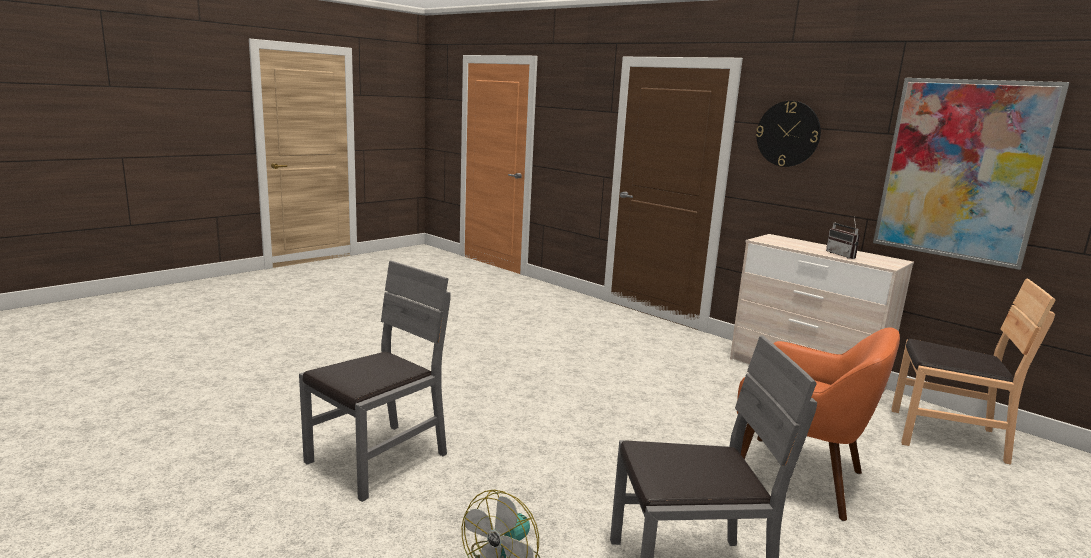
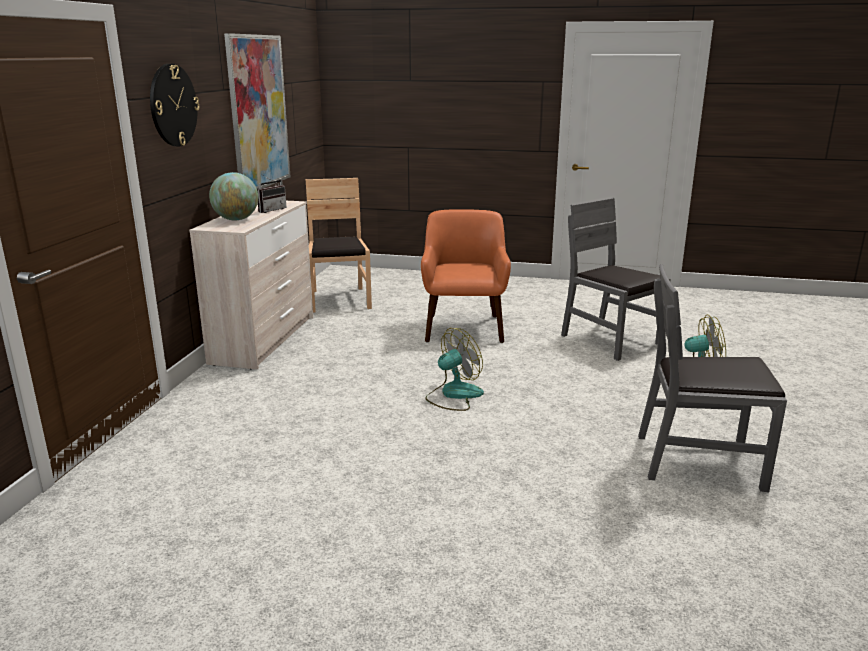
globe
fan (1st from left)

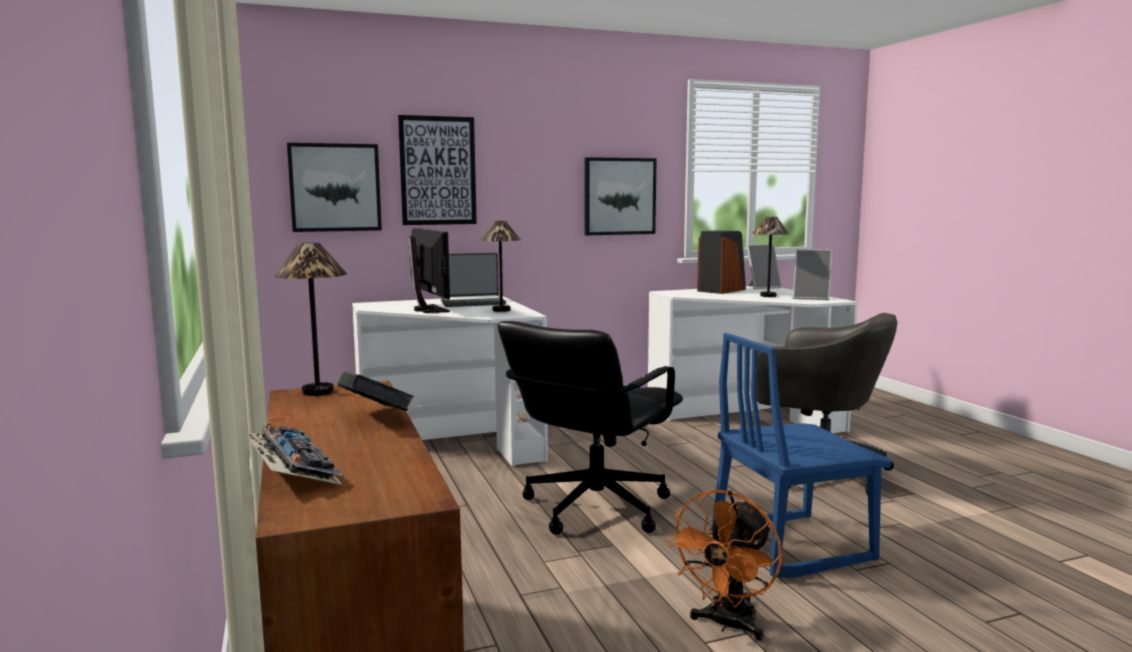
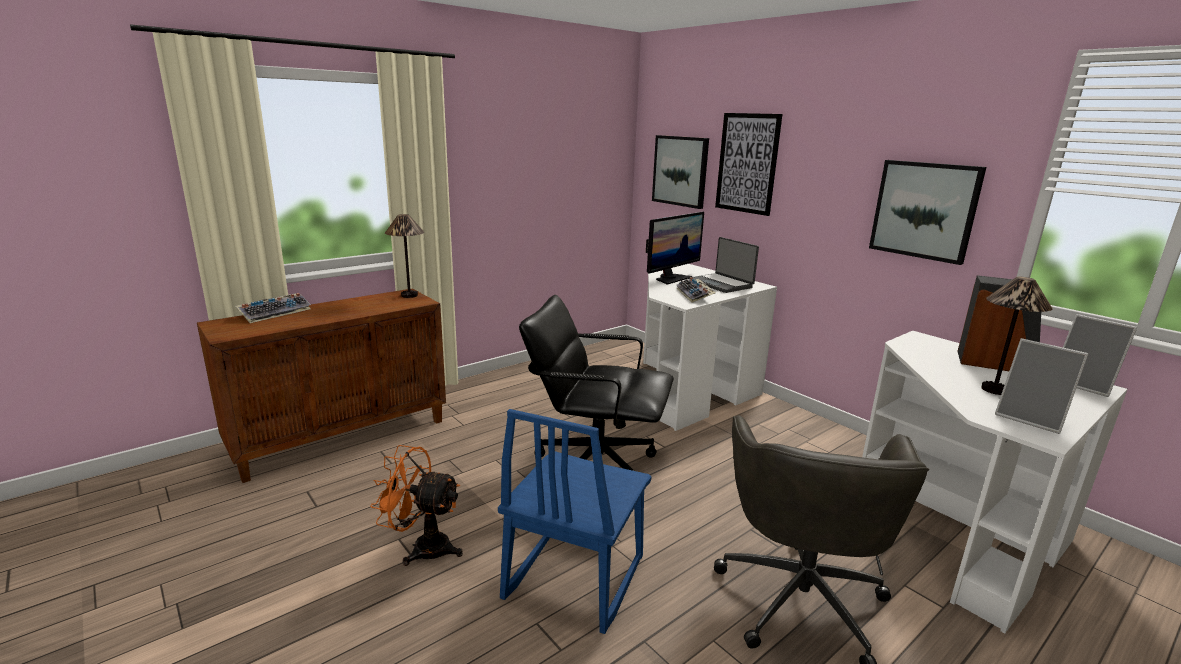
keyboard (2nd from left)
picture frame (1st from left)
chair (blue)
book

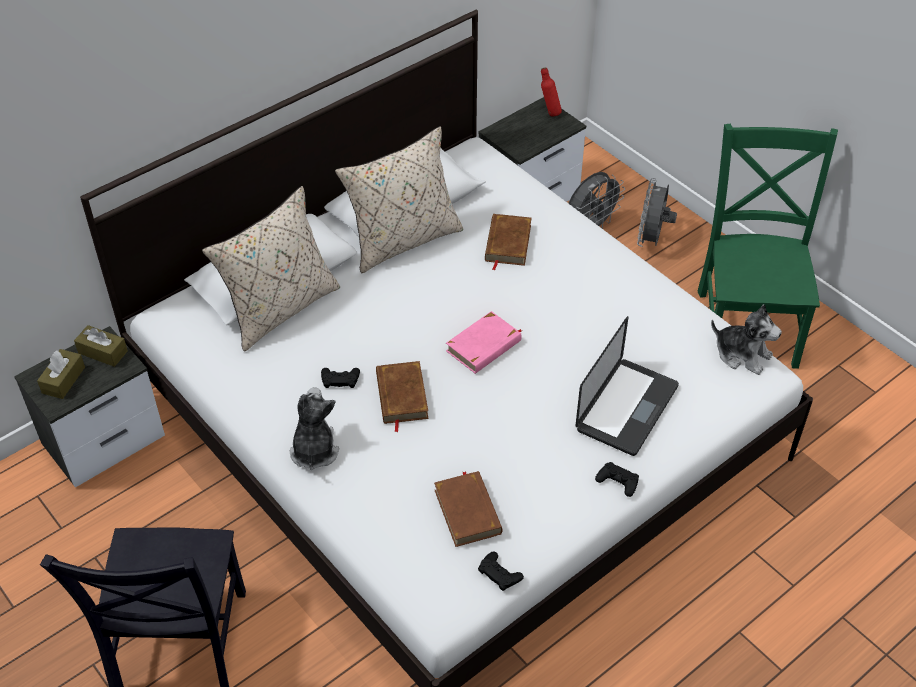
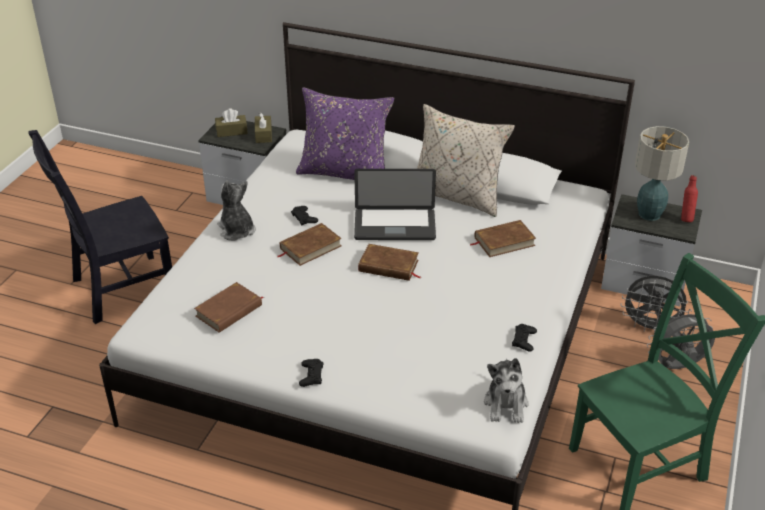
pillow (purple)
book (brown) (3rd from left)
laptop
plush toy (1st from left)
game controller (black) (3rd from left)
table lamp

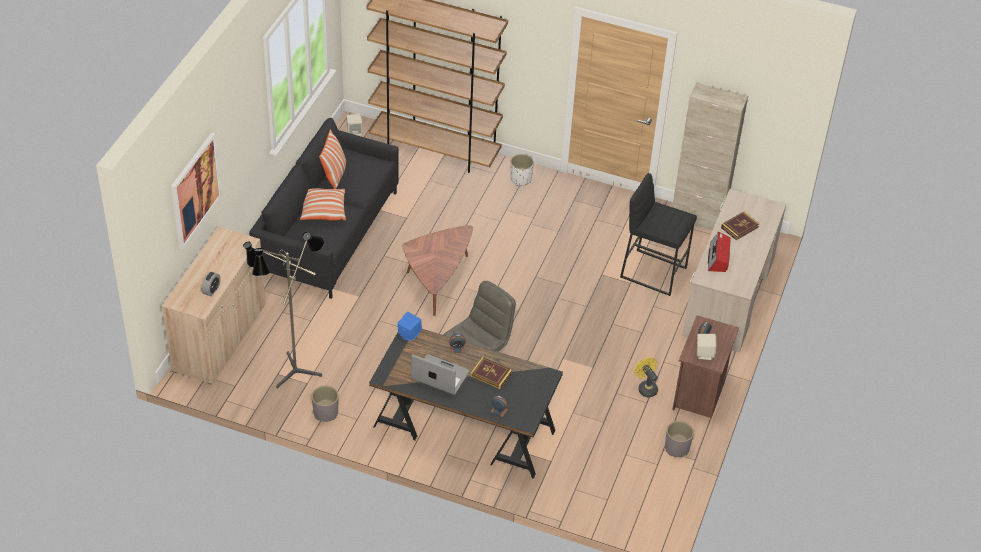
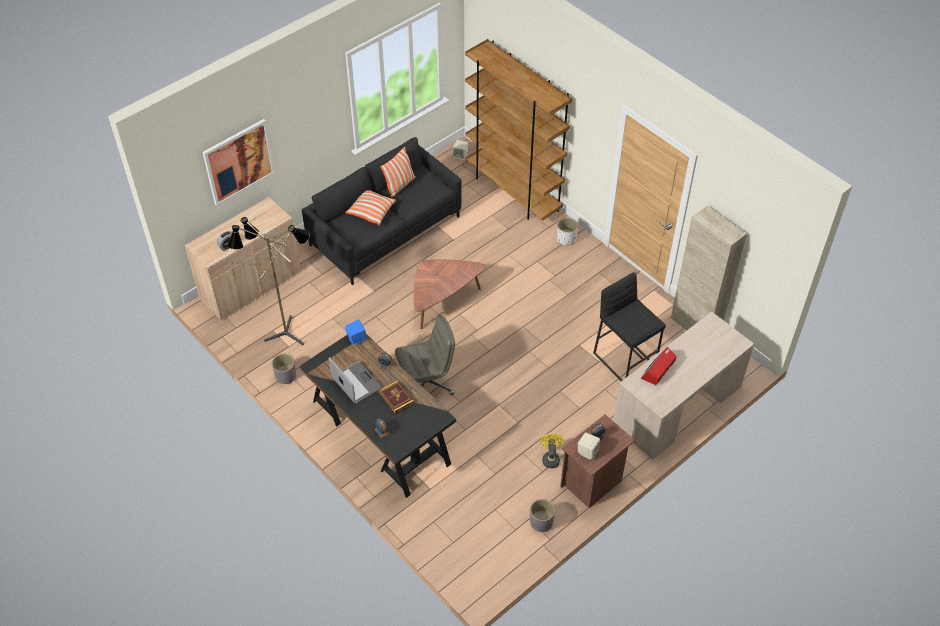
book (2nd from left in the first image)

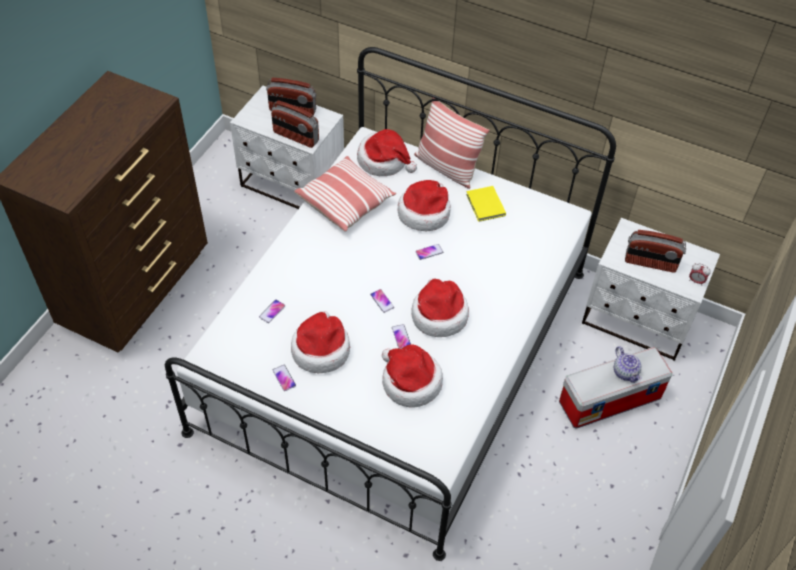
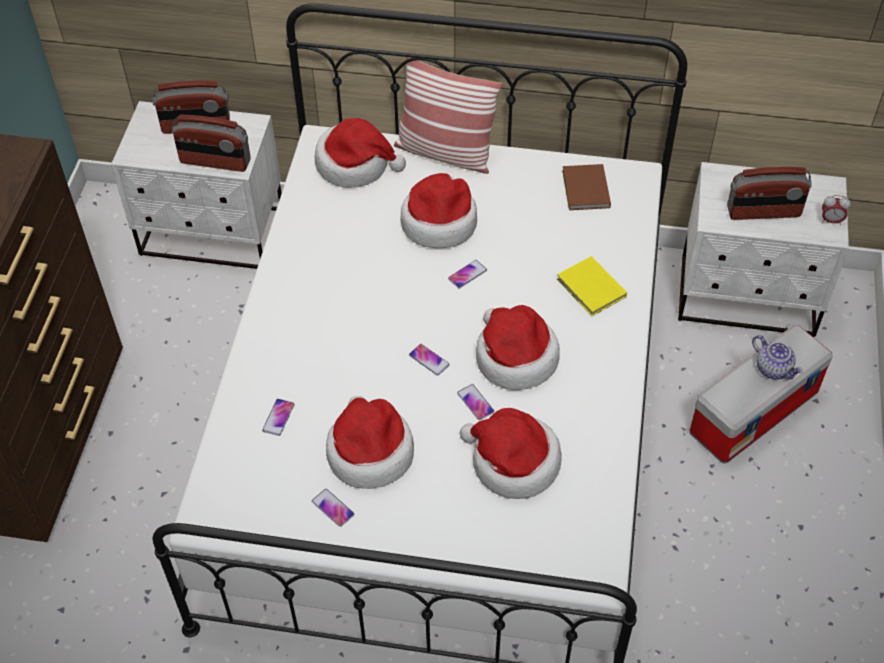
pillow (1st from left in the first image)
book (yellow)
book (brown)

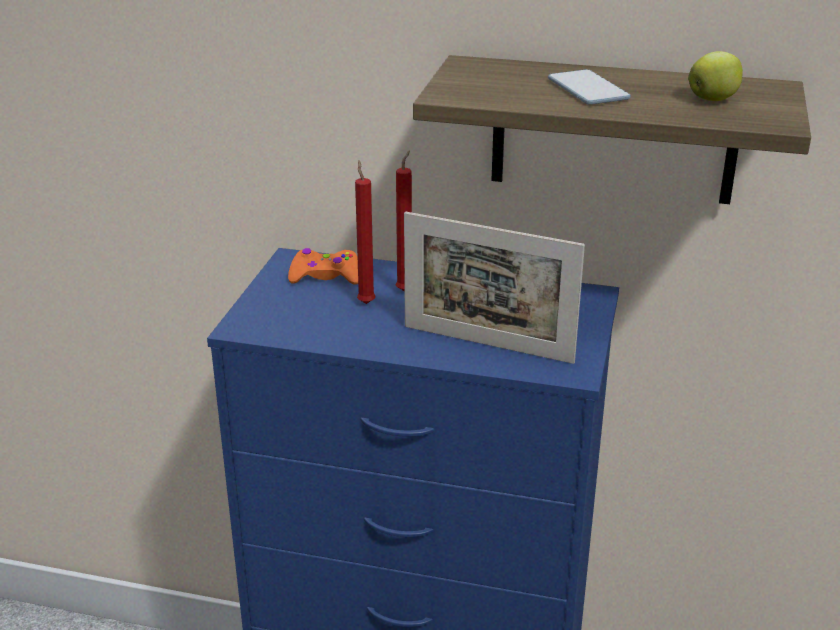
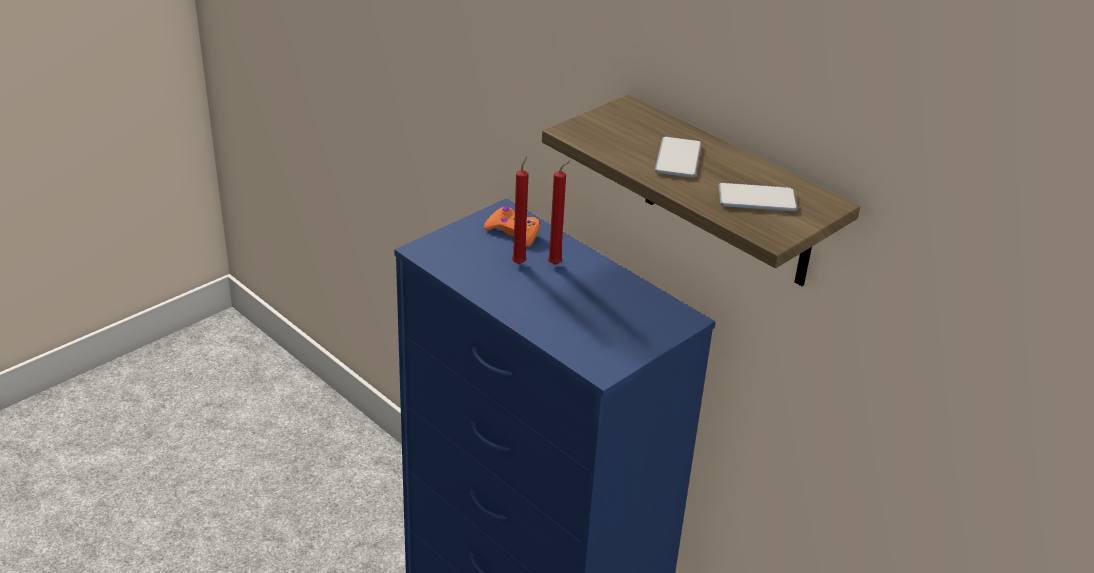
phone (2nd from left)
picture frame

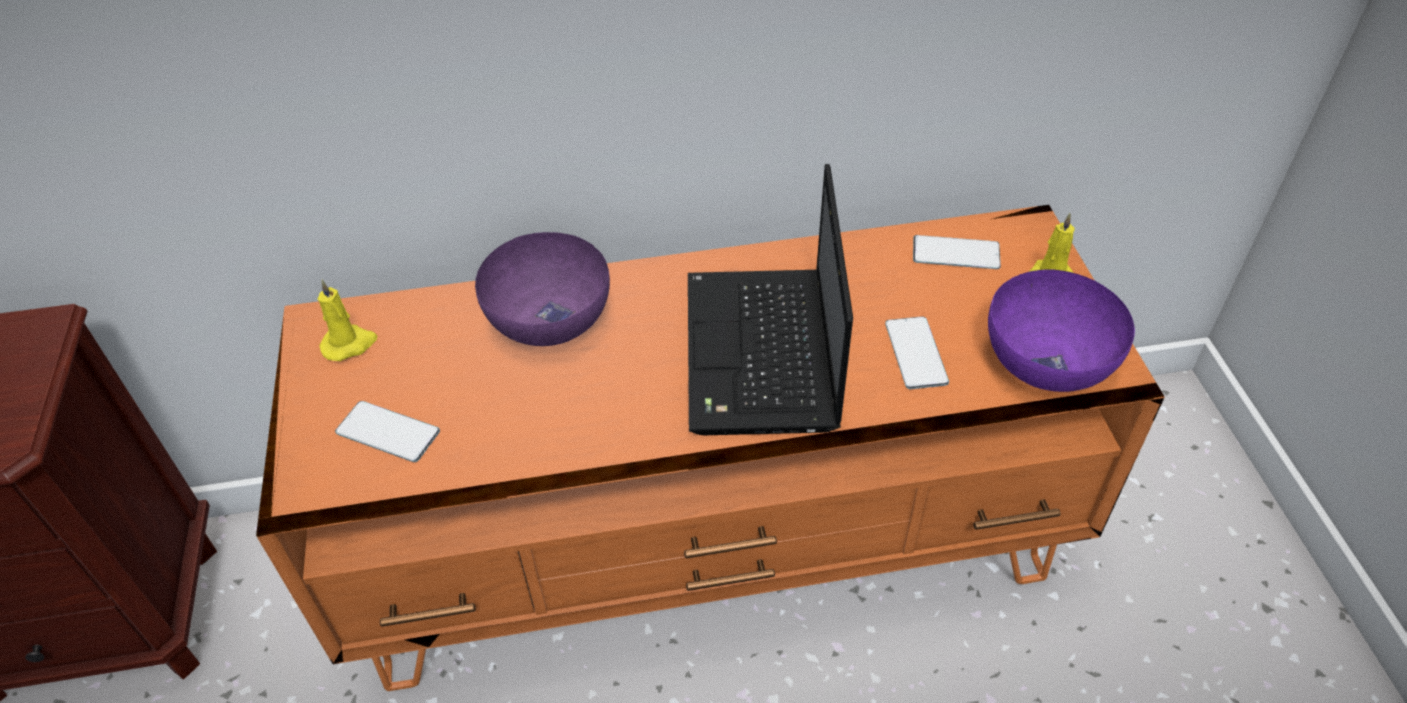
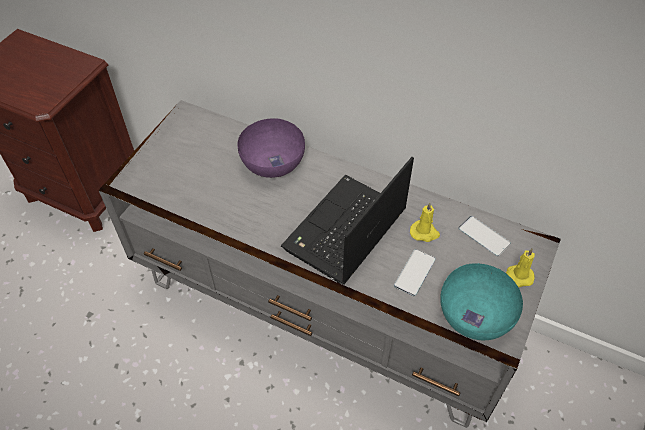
tv stand (grey)
bowl (turquoise)
candle (yellow) (1st from left)
phone (1st from left in the first image)

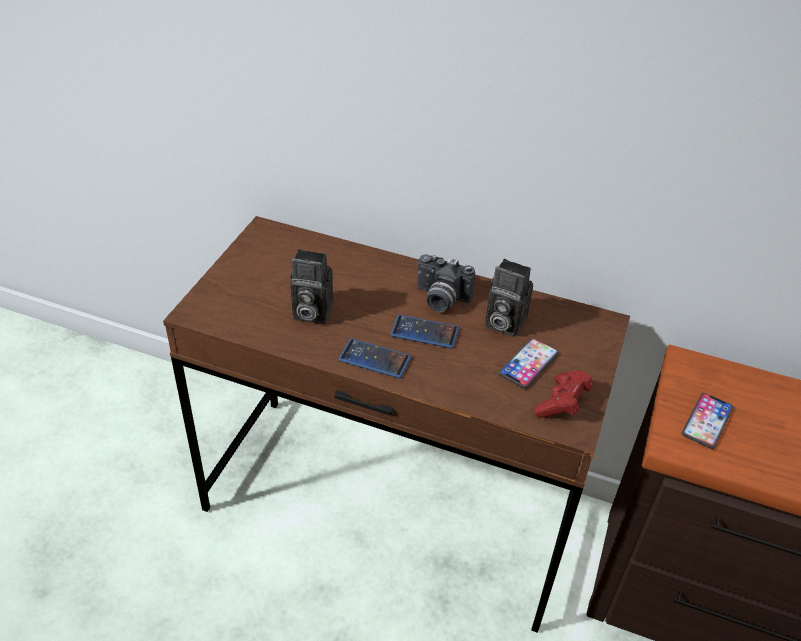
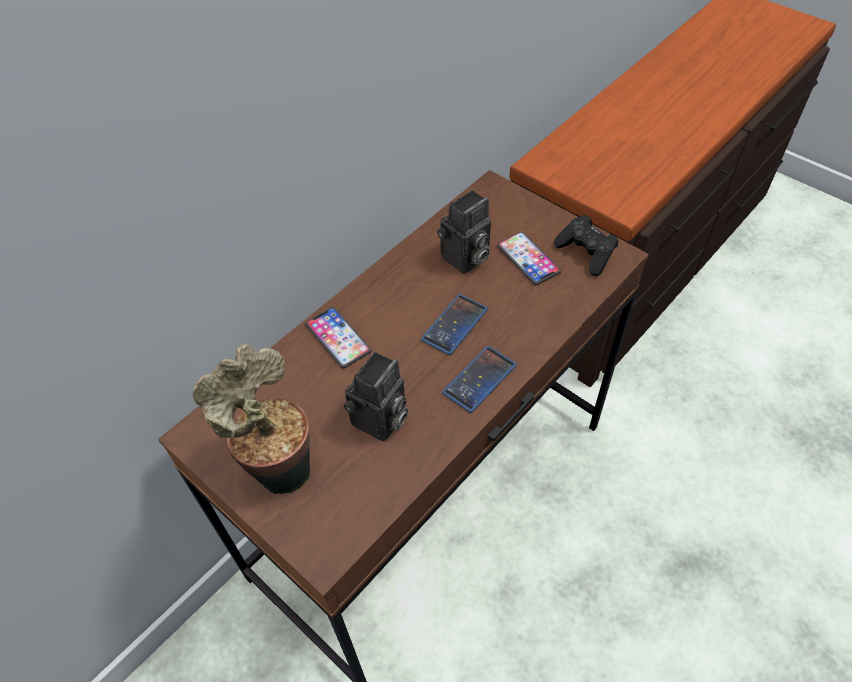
photo camera (2nd from left in the first image)
game controller (black)
phone (1st from left)
potted plant

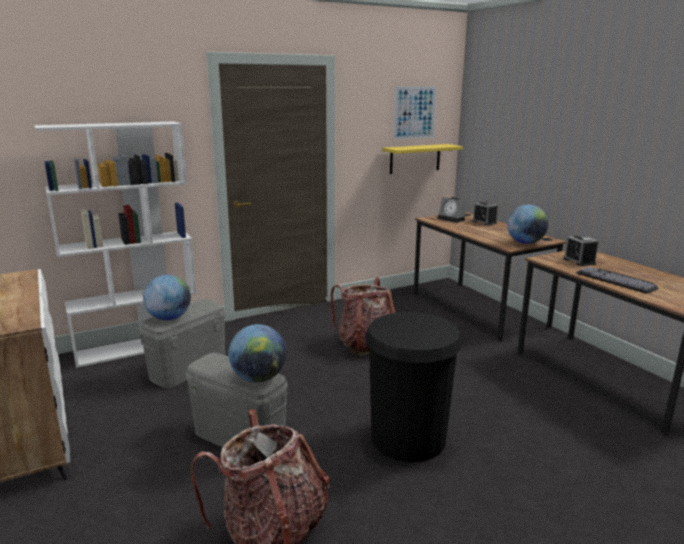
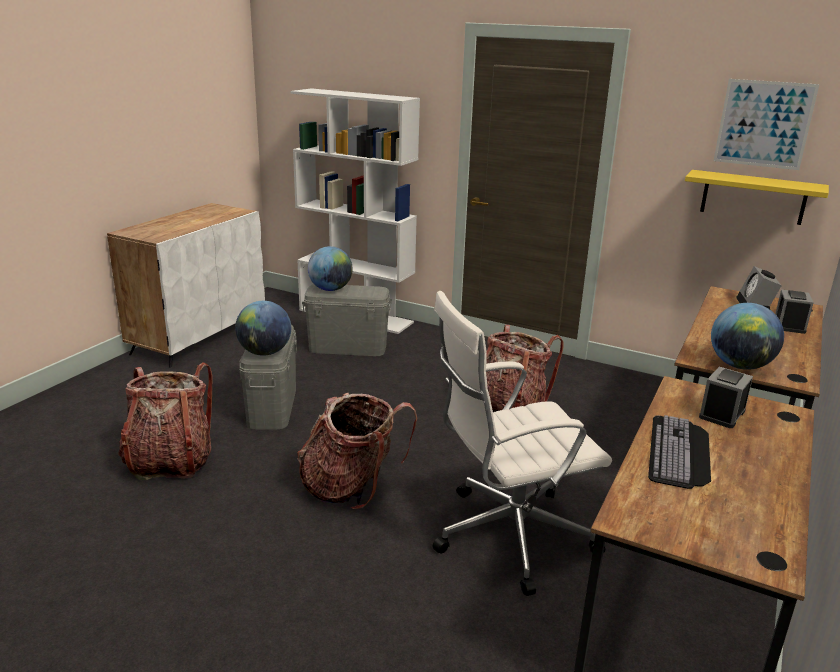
backpack (2nd from left)
office chair (white)

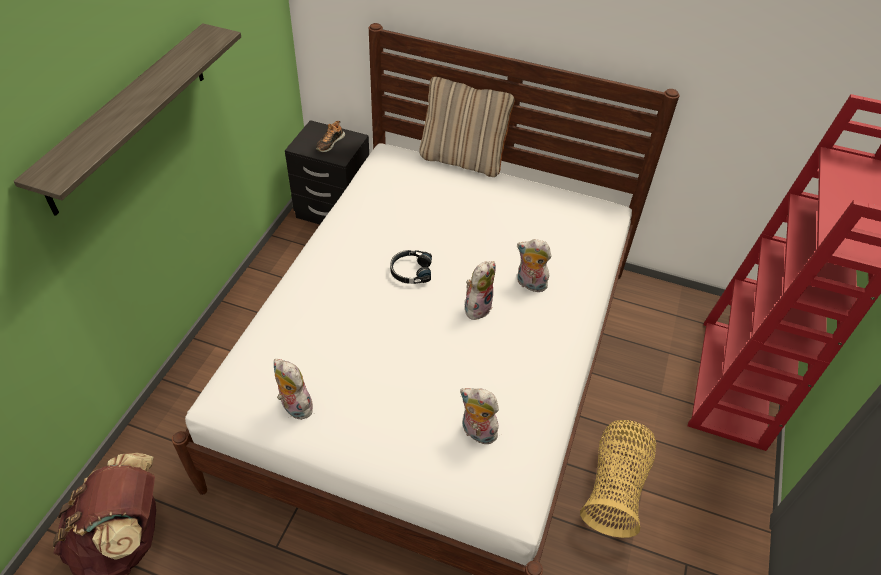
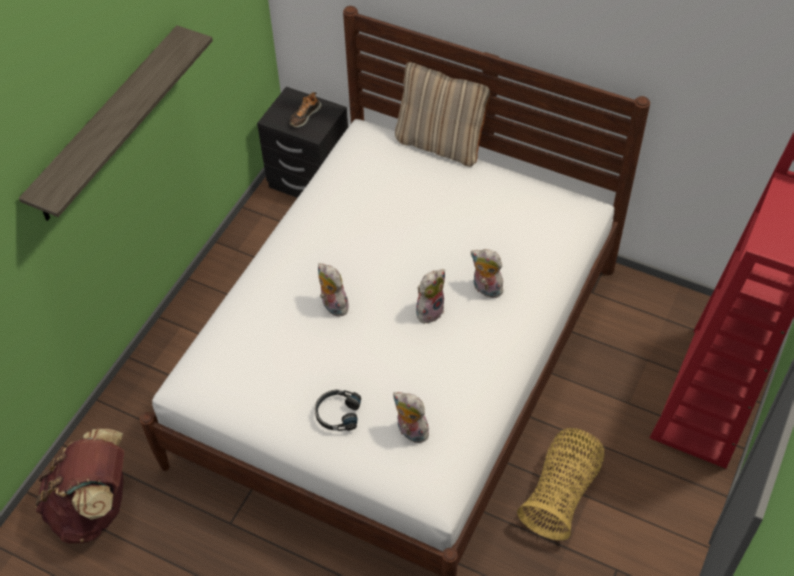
headphones (black)
plush toy (1st from left)

